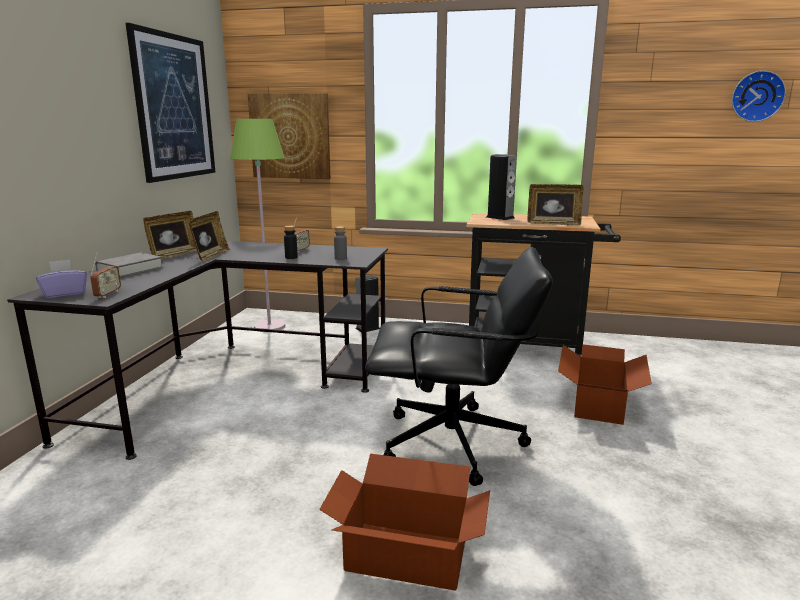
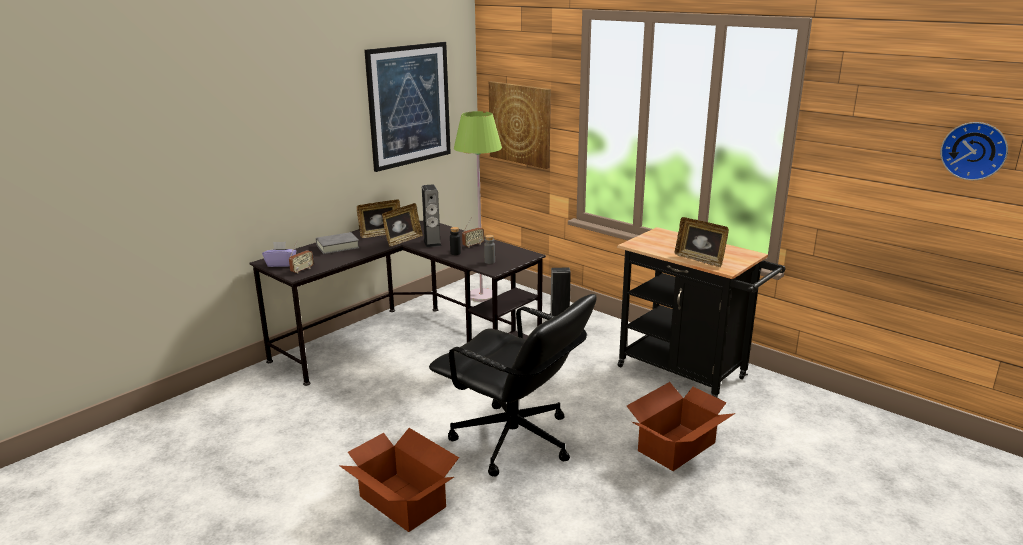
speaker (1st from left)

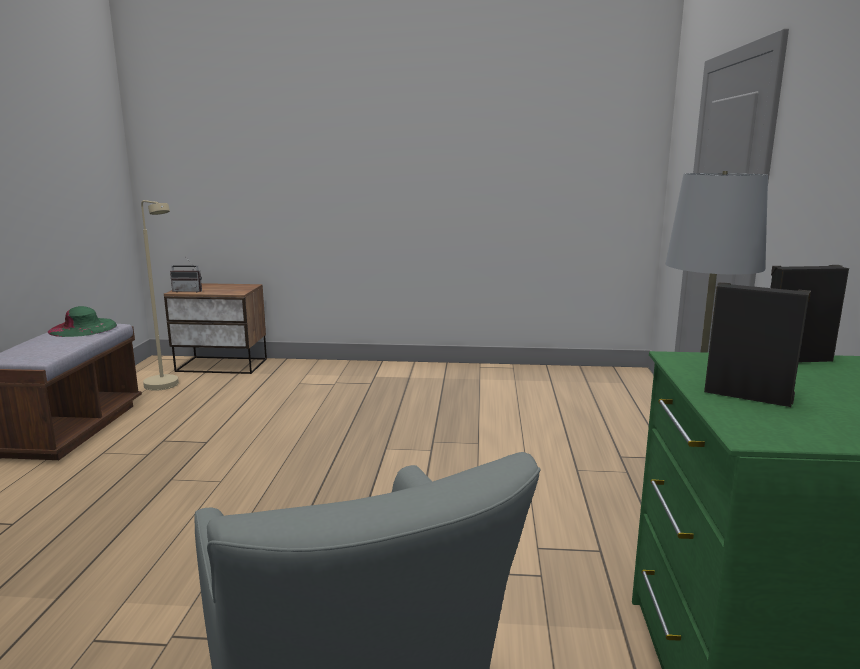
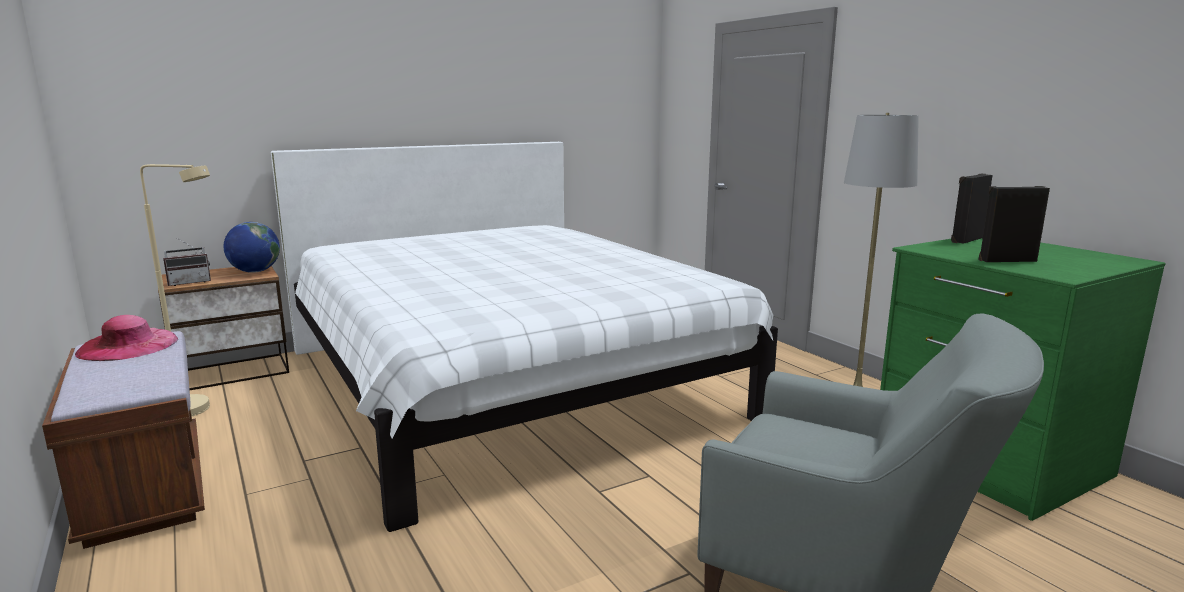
hat (pink)
bed (white)
globe

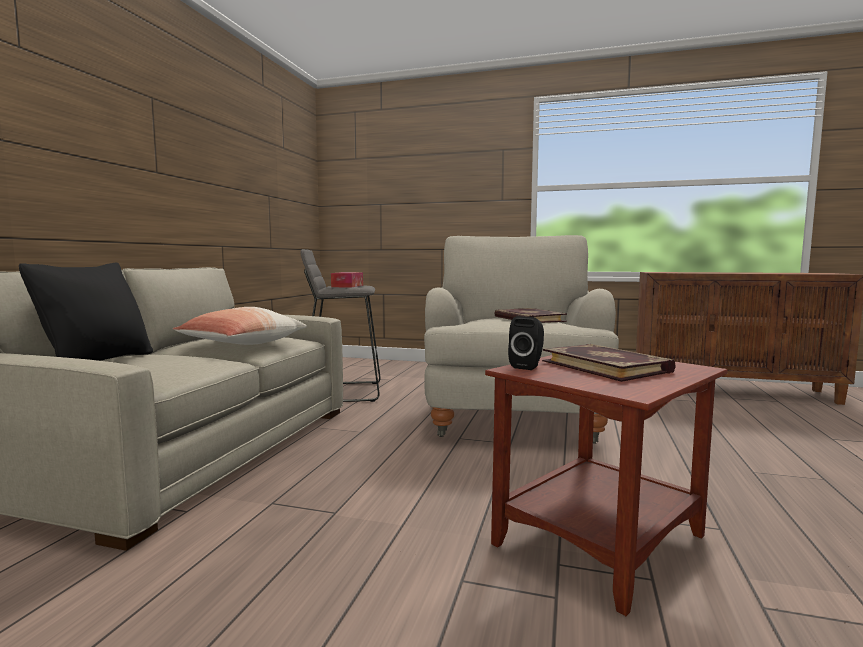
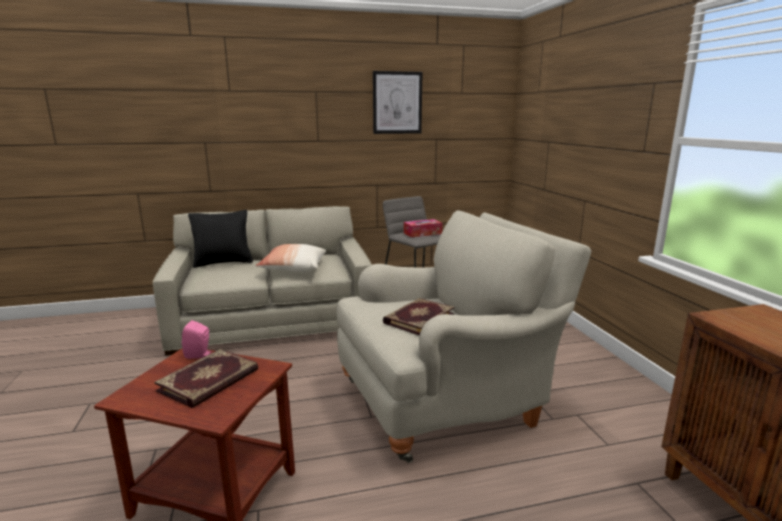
speaker (pink)
picture

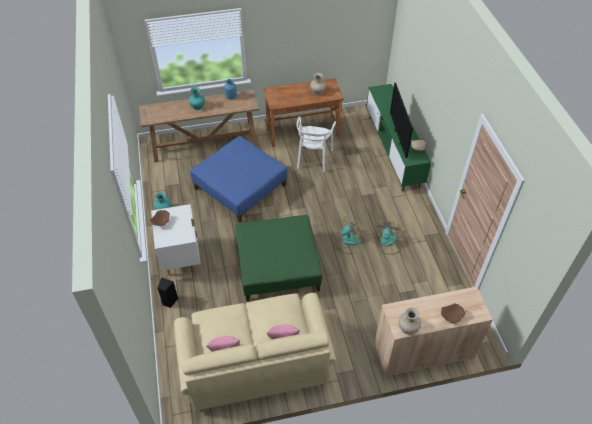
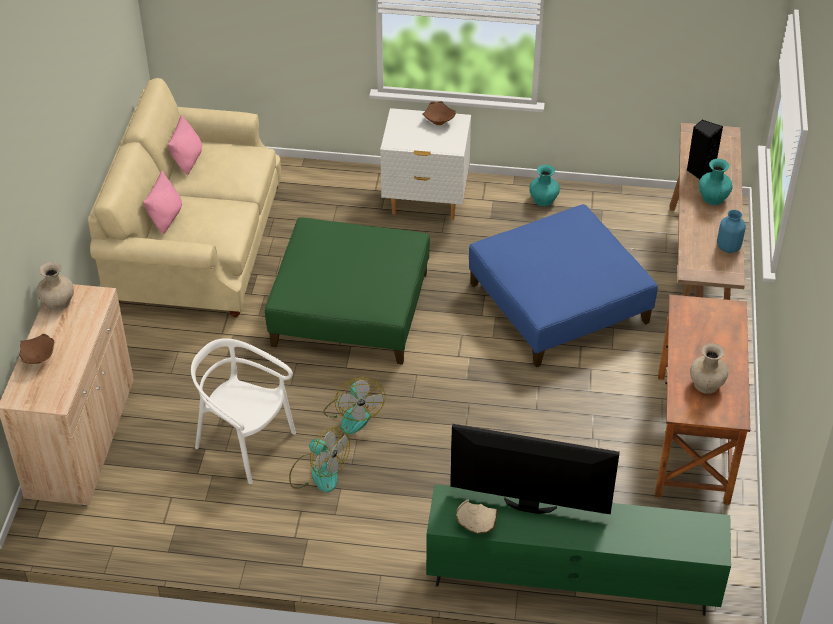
chair (white)
speaker (black)

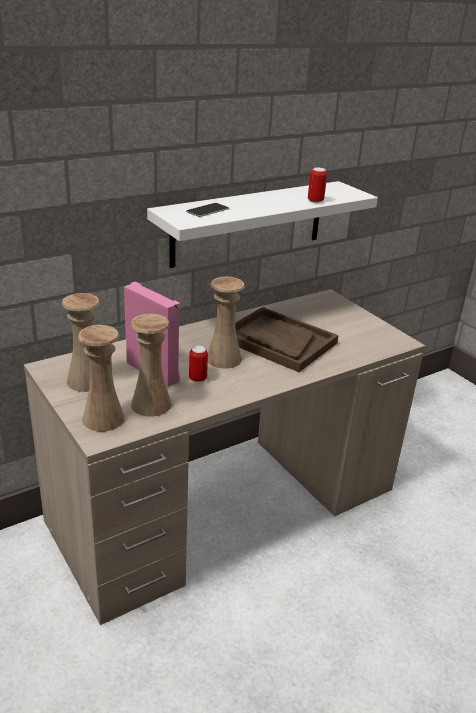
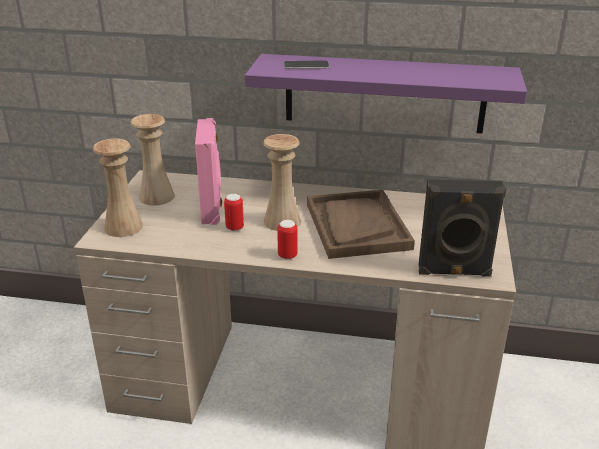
can (2nd from left)
shelf (purple)
vase (beige) (3rd from left in the first image)
speaker (black)

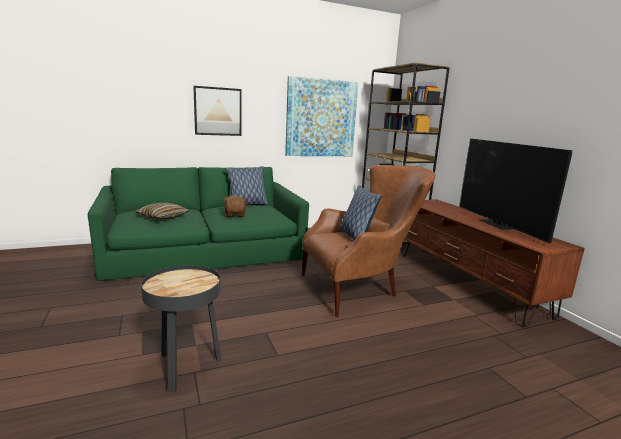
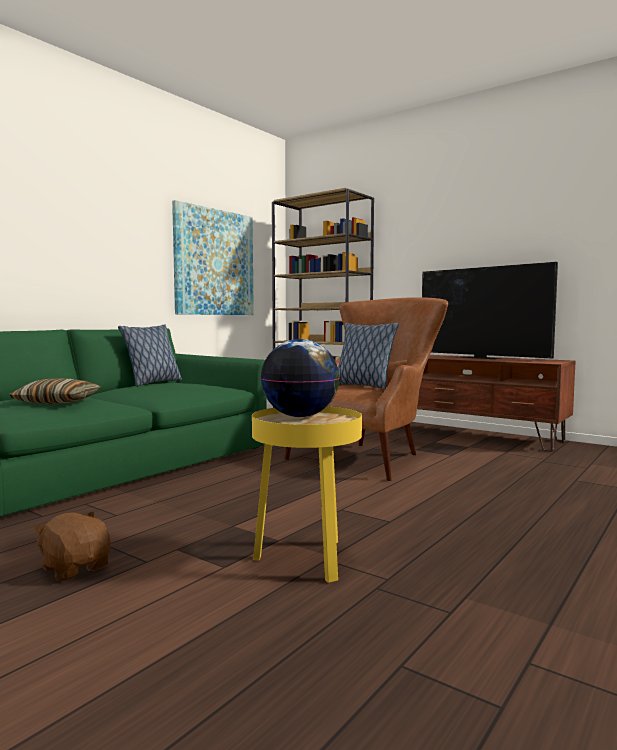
picture (1st from left in the first image)
plush toy (brown)
side table (yellow)
globe

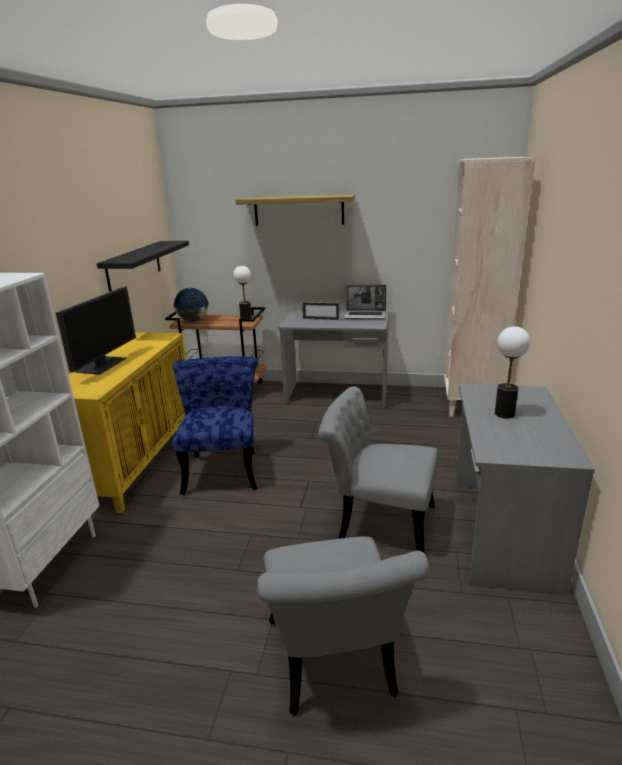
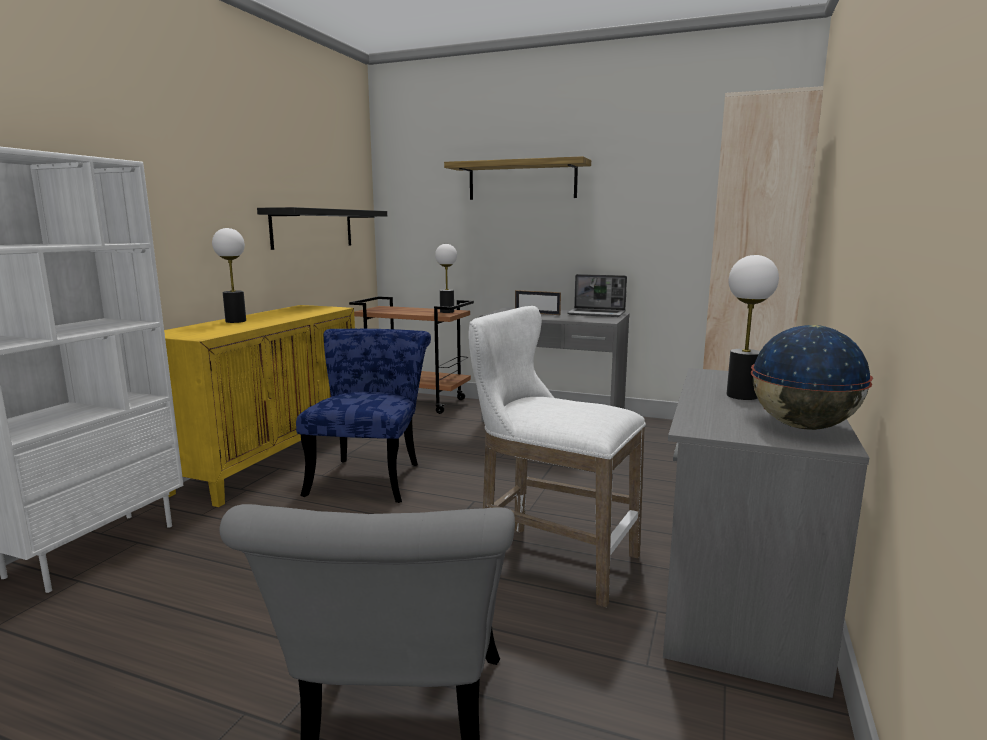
table lamp (1st from left)
globe
stool (white)

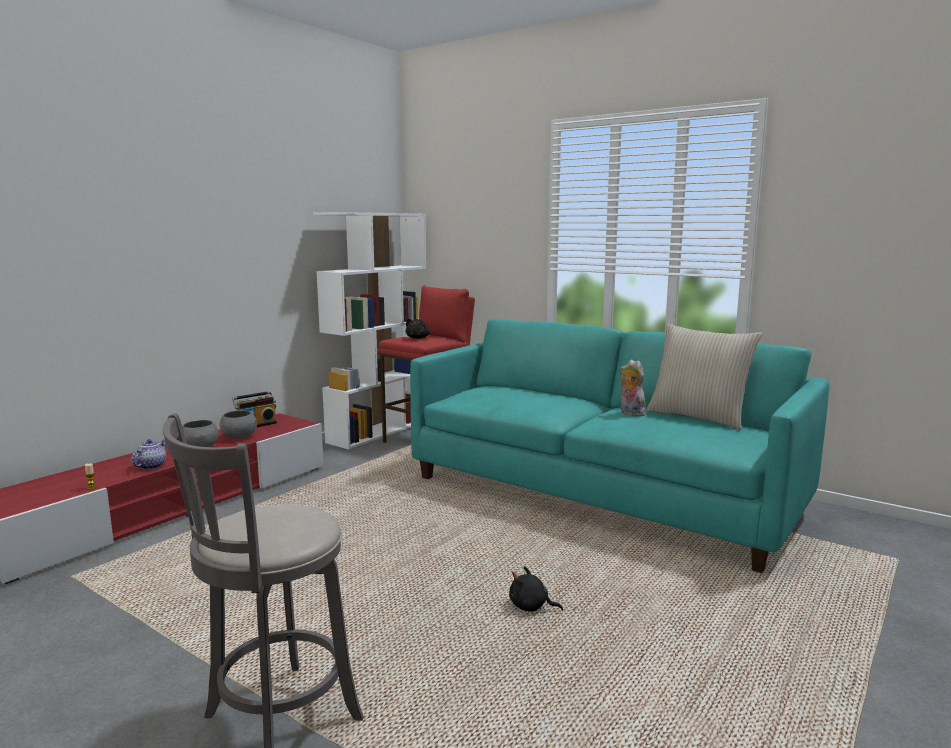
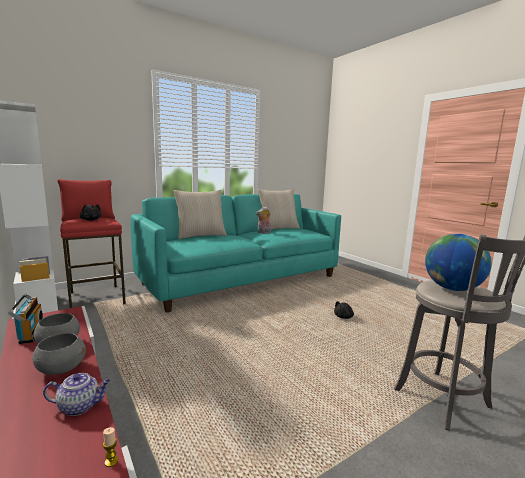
teapot
pillow (beige) (1st from left)
globe

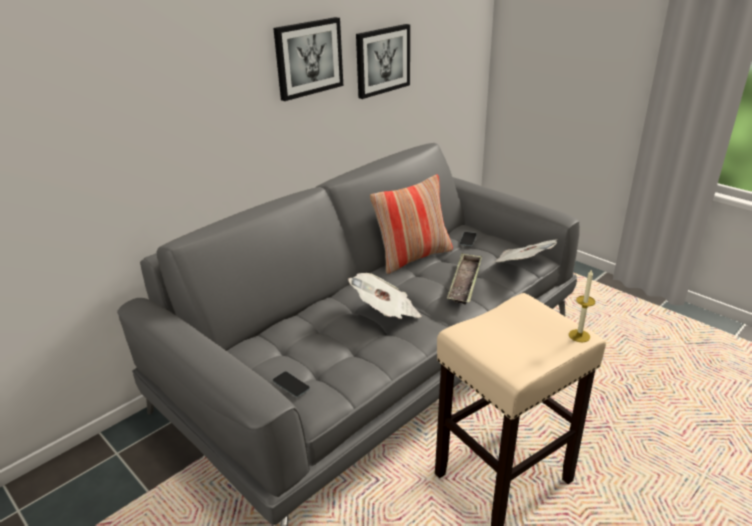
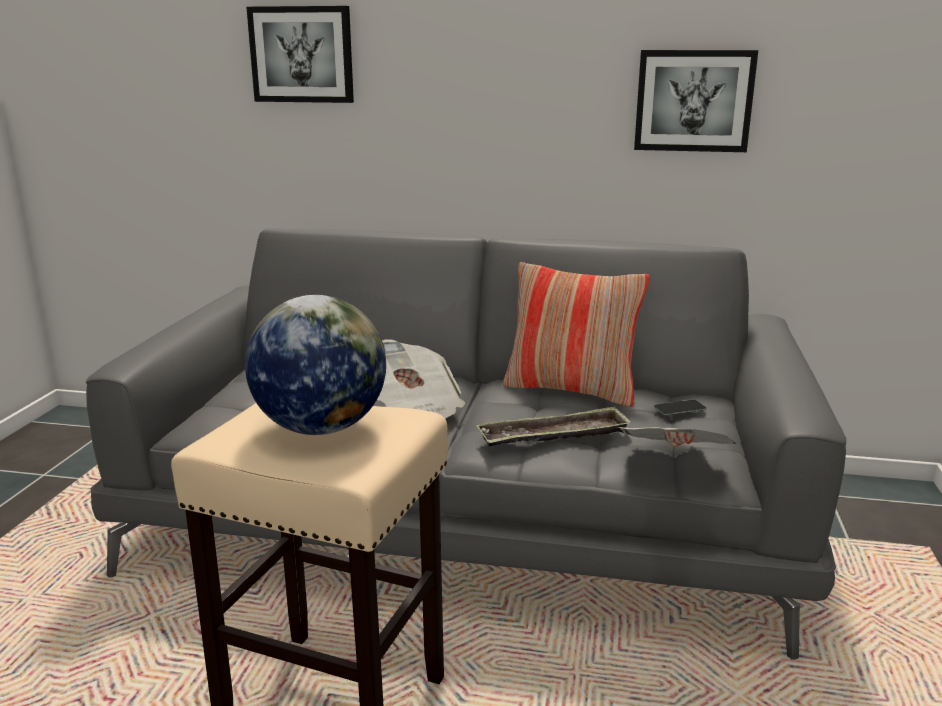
picture (1st from left)
candle
phone (1st from left in the first image)
globe

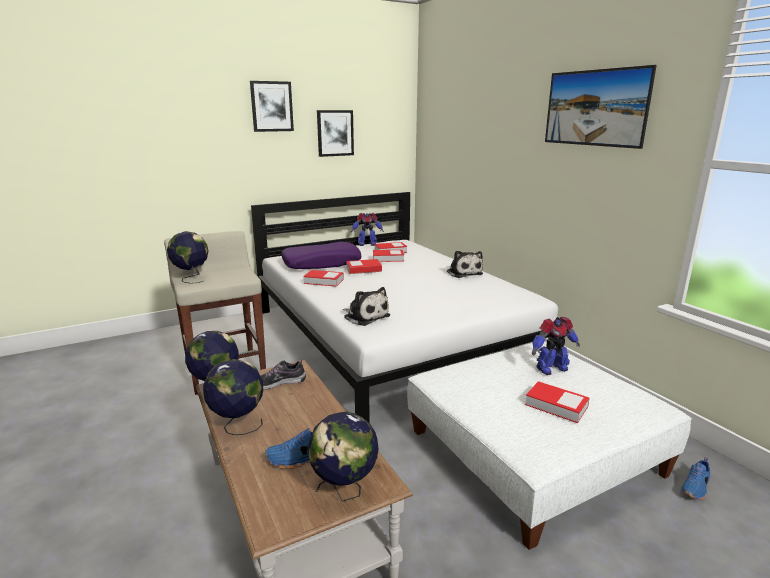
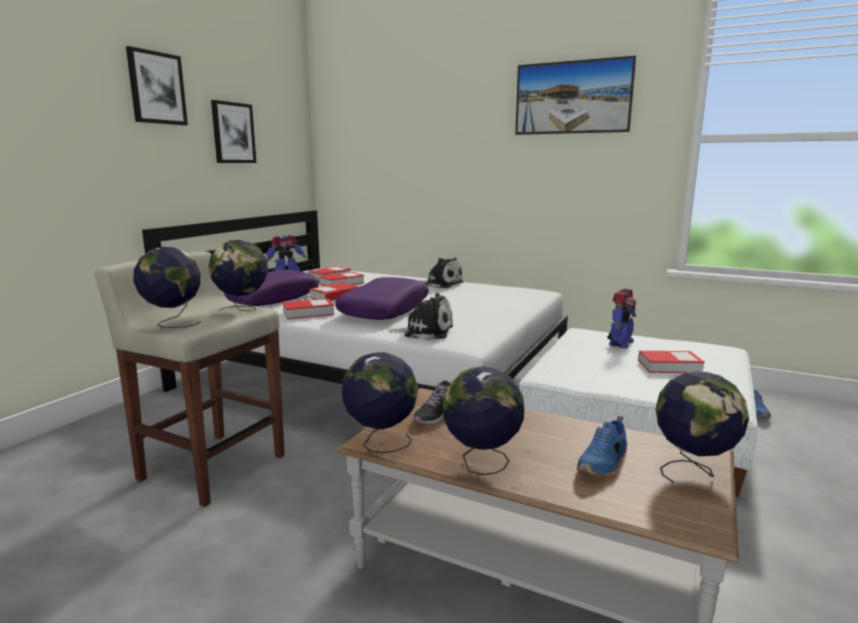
globe (2nd from left)
pillow (purple) (2nd from left)

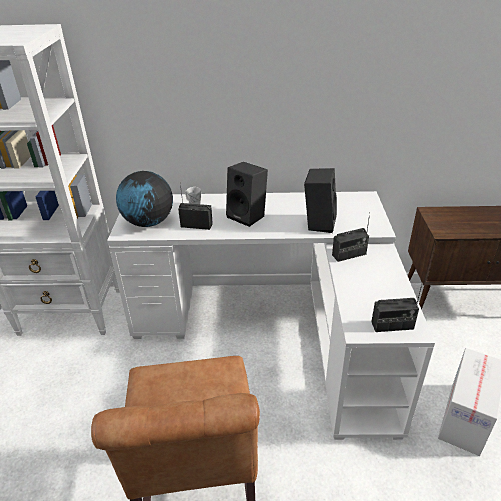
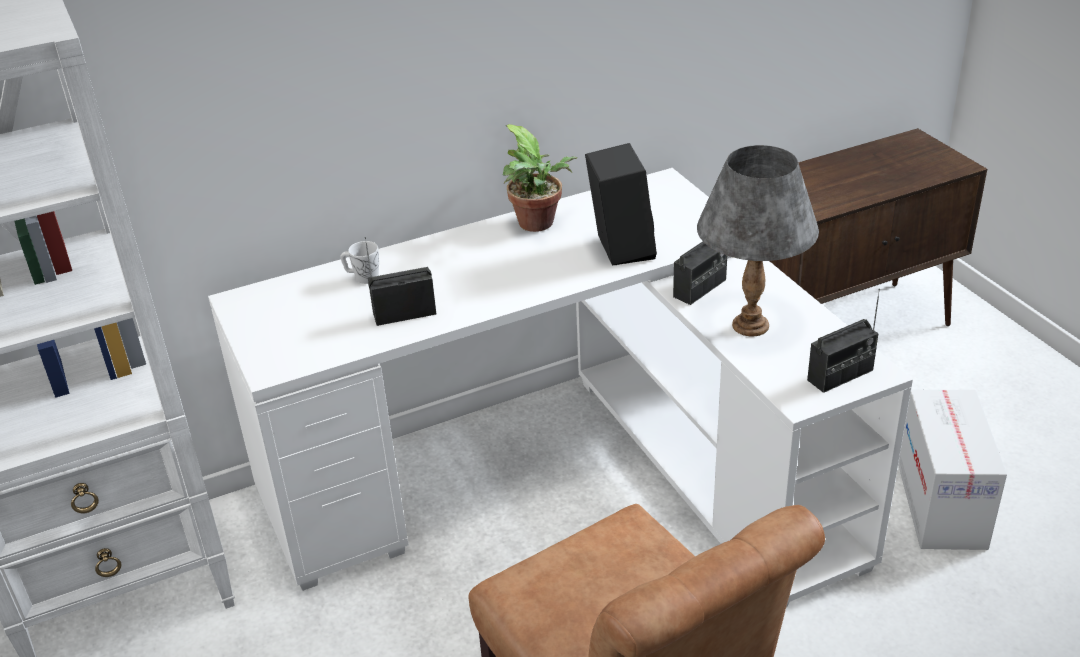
speaker (black) (1st from left in the first image)
globe
potted plant
table lamp (grey)

